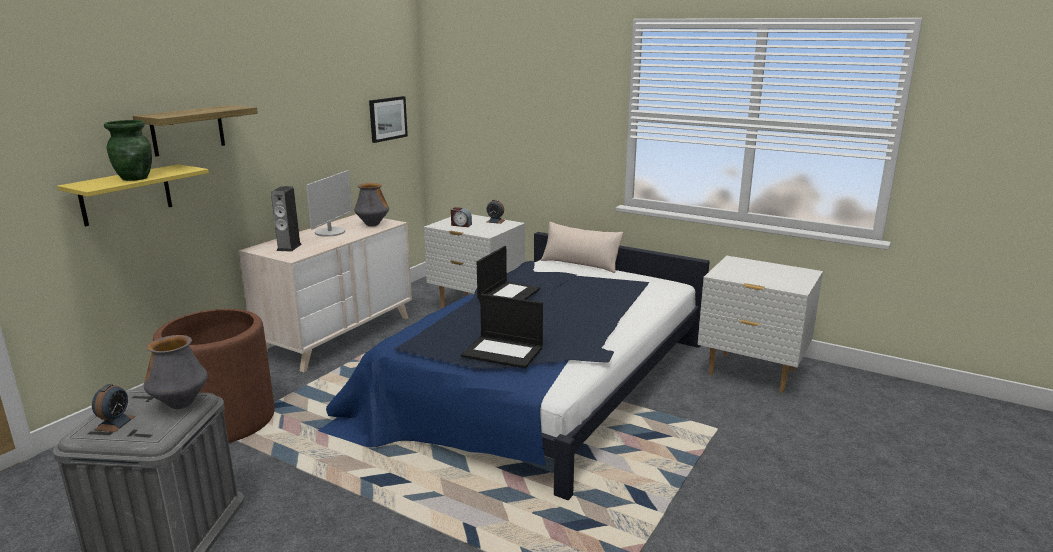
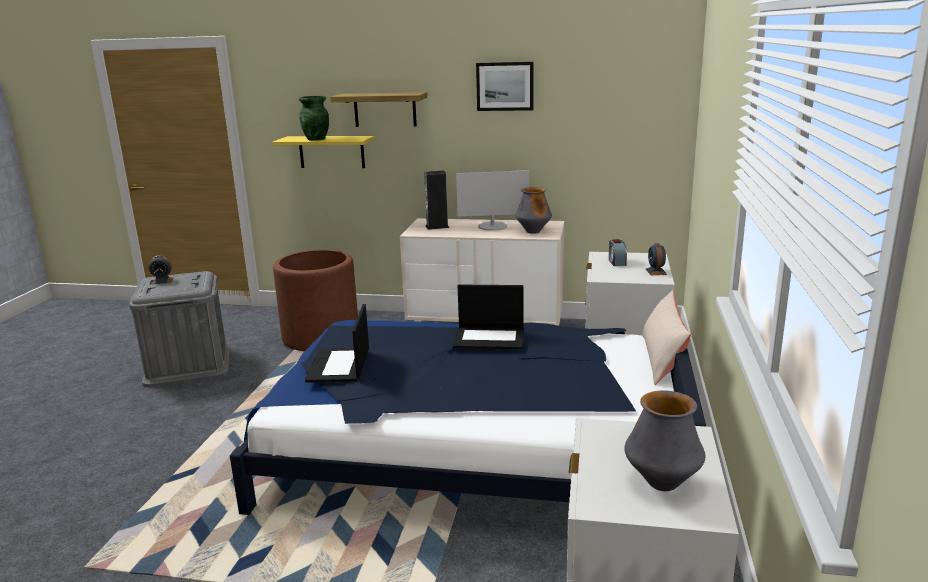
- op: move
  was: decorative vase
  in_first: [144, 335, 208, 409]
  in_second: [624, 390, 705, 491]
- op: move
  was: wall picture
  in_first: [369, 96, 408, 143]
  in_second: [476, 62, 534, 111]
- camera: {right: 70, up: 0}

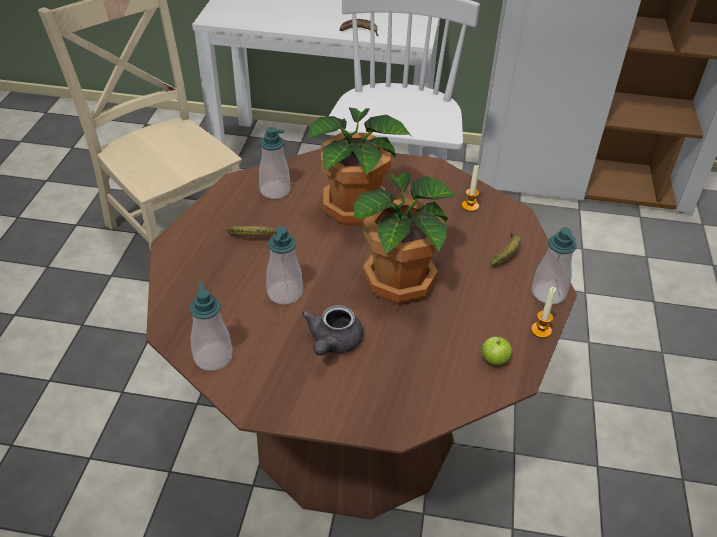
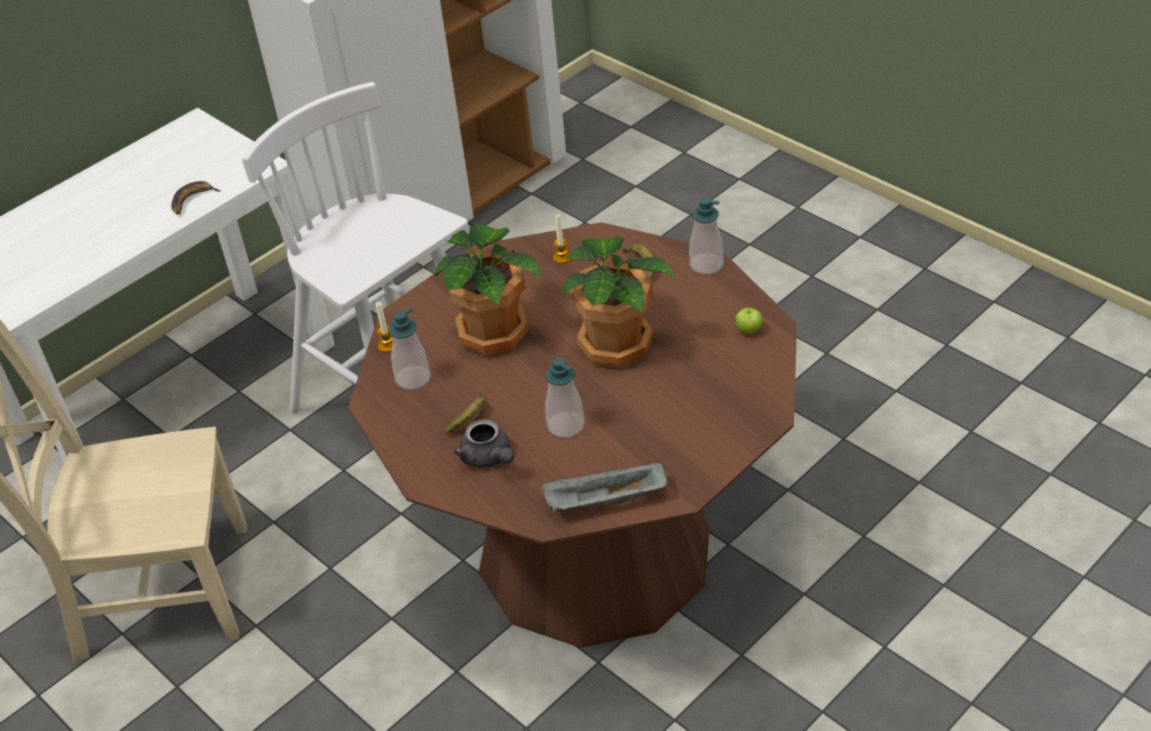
- op: replace
  was: soap dispenser
  now: carrying tray (gray)
  in_first: [189, 282, 232, 371]
  in_second: [542, 461, 667, 512]
- op: move
  was: pot for tea (gray)
  in_first: [301, 305, 363, 356]
  in_second: [454, 419, 514, 468]
- op: move
  was: wax candle
  in_first: [531, 287, 556, 338]
  in_second: [376, 302, 393, 352]
- camera: {right: -50, up: 0}

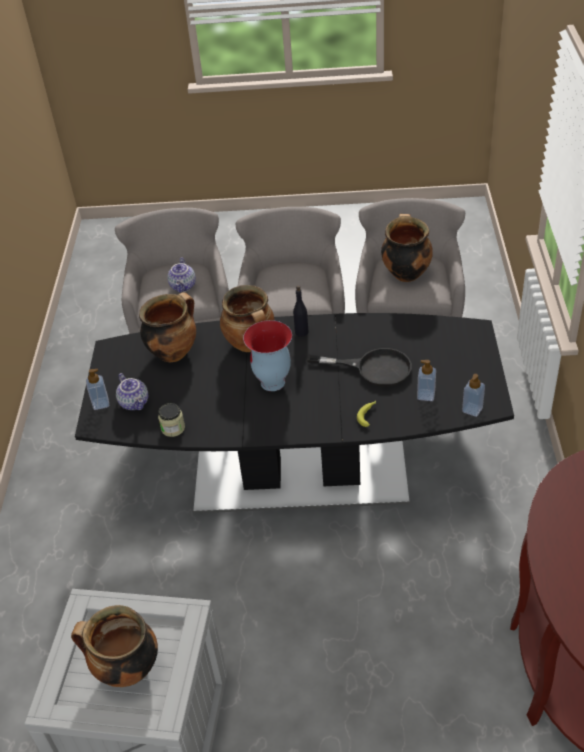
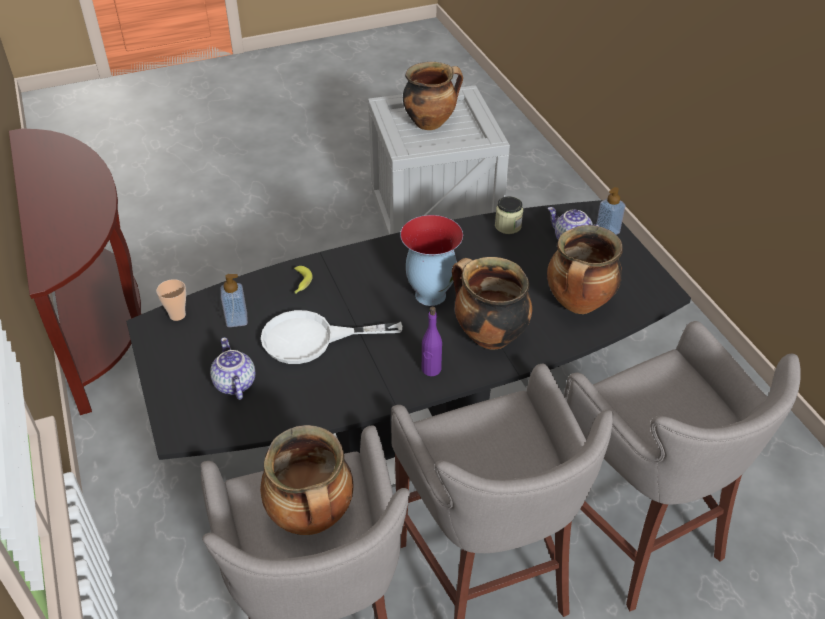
- op: move
  was: pot for tea
  in_first: [167, 257, 196, 293]
  in_second: [210, 337, 255, 400]
- op: recolor
  was: drink bottle (black)
  now: drink bottle (purplish)
  in_first: [293, 285, 309, 337]
  in_second: [422, 306, 442, 376]
- op: recolor
  was: pan (black)
  now: pan (whitish)
  in_first: [307, 348, 412, 387]
  in_second: [261, 310, 402, 364]
- op: replace
  was: soap dispenser
  now: drinking cup
  in_first: [462, 374, 485, 417]
  in_second: [156, 279, 186, 321]
- camera: {right: 155, up: 0}

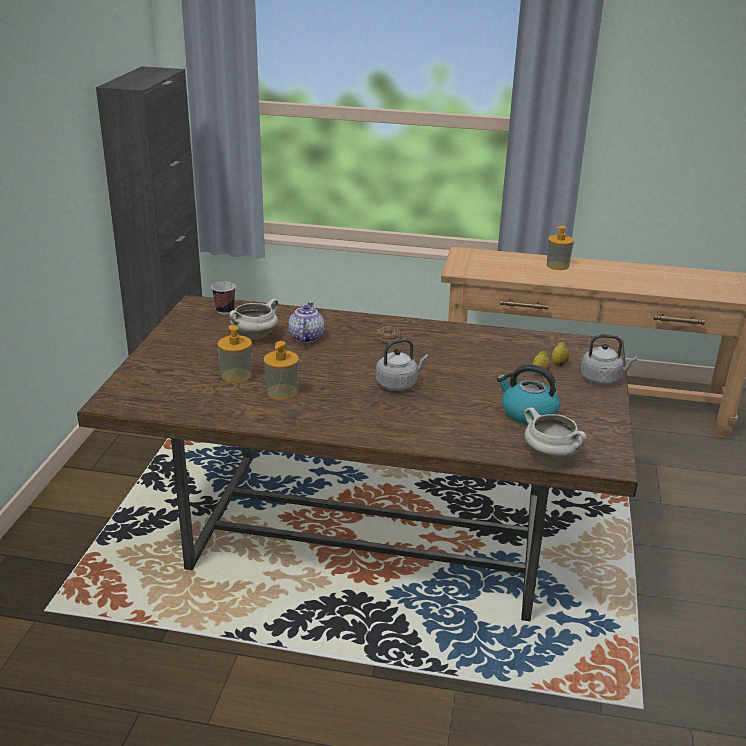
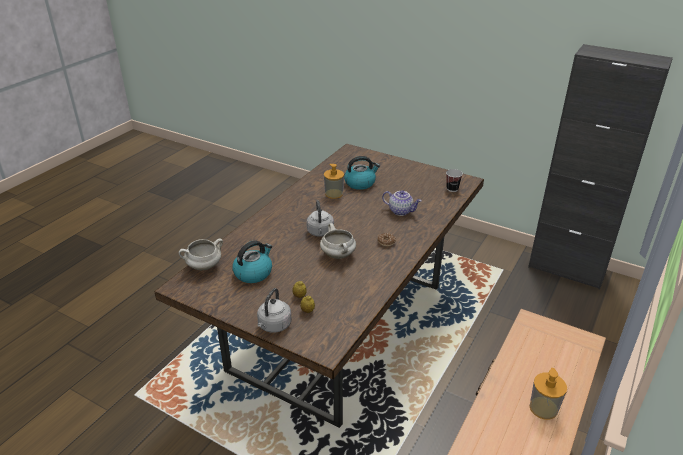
- op: replace
  was: soap dispenser
  now: tea kettle
  in_first: [218, 325, 252, 383]
  in_second: [344, 156, 380, 190]
- op: move
  was: cooking pot (whitish)
  in_first: [229, 299, 278, 340]
  in_second: [320, 223, 356, 259]
- camera: {right: 110, up: 5}

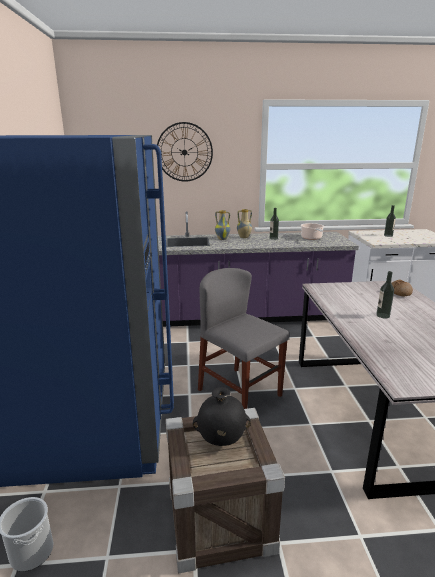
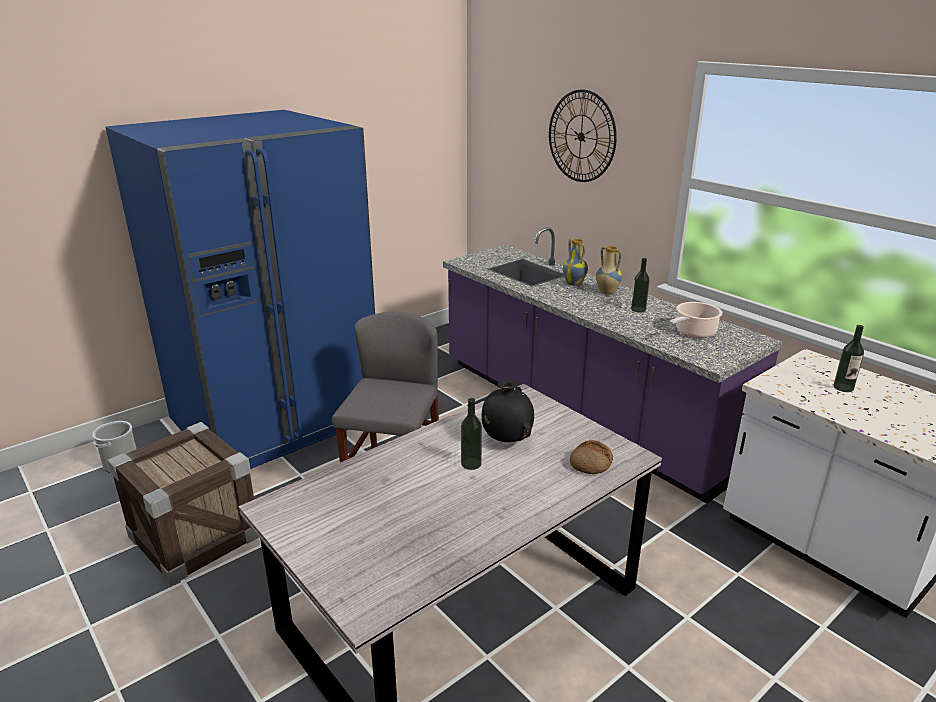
- op: move
  was: decorative vase (black)
  in_first: [193, 387, 251, 446]
  in_second: [482, 379, 534, 442]
- camera: {right: 55, up: 5}

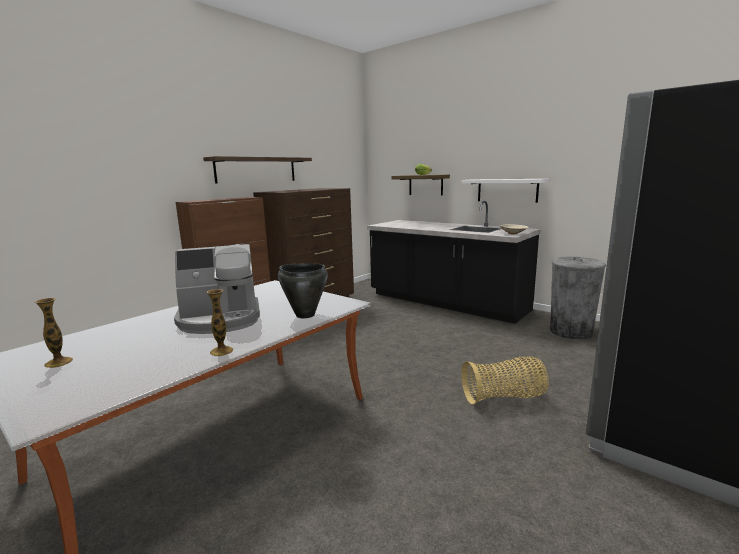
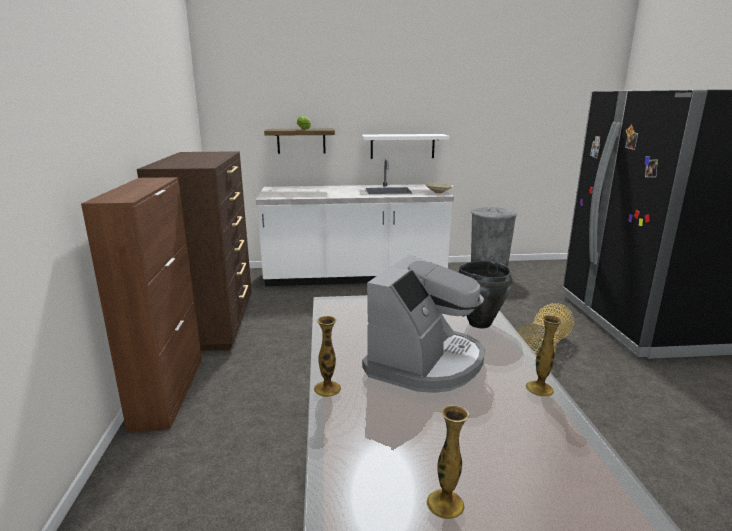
- op: delete
  was: bracket shelf
  in_first: [203, 156, 312, 184]
- op: recolor
  was: kitchen counter (black)
  now: kitchen counter (whitish)
  in_first: [367, 201, 541, 324]
  in_second: [256, 158, 454, 286]
- op: insert
  now: decorative vase
  in_second: [314, 316, 341, 397]
- camera: {right: -45, up: 5}

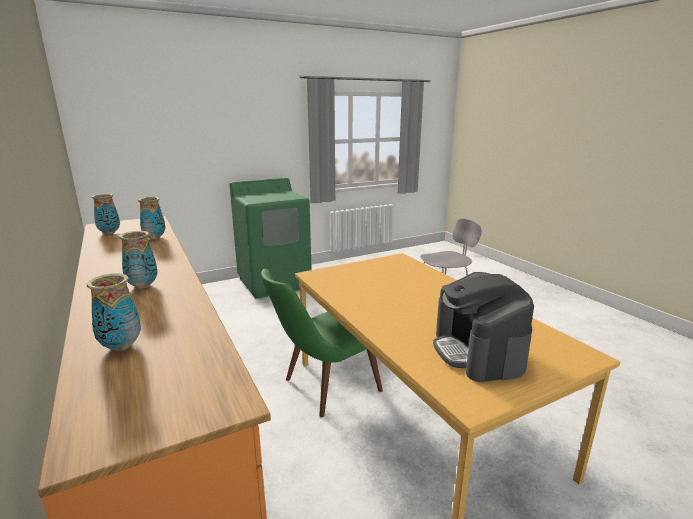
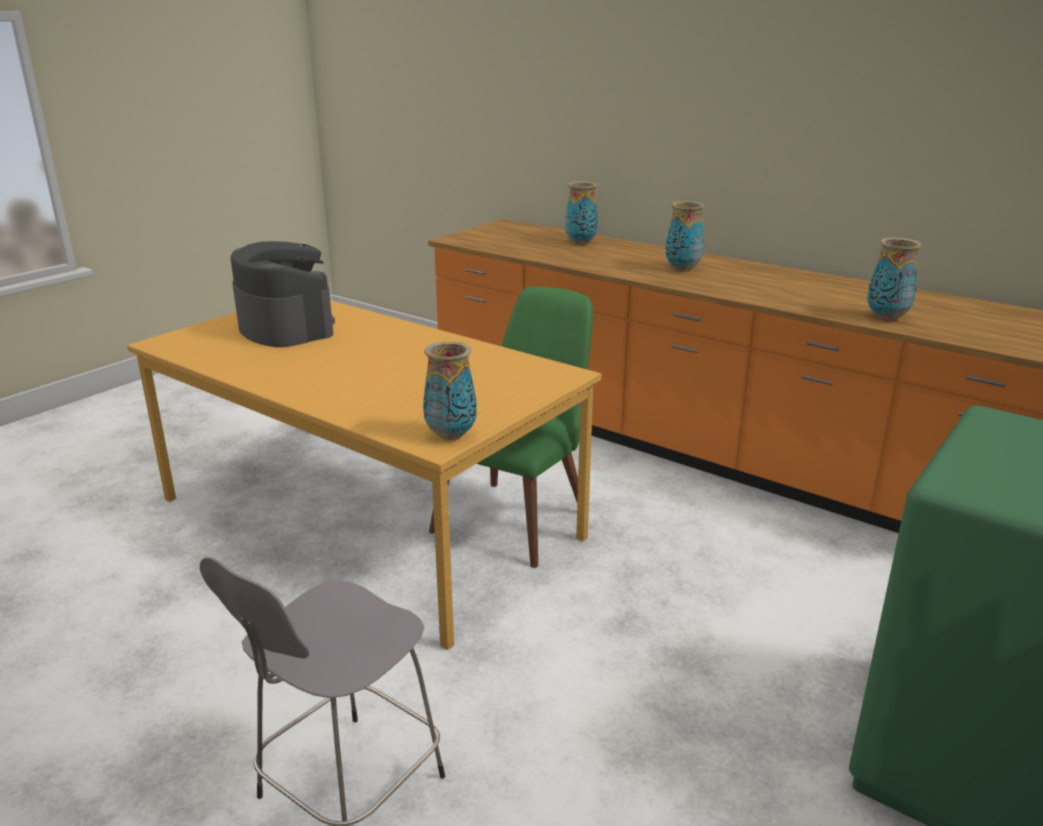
- op: move
  was: decorative vase
  in_first: [92, 194, 120, 234]
  in_second: [423, 341, 477, 440]
- camera: {right: 155, up: 5}

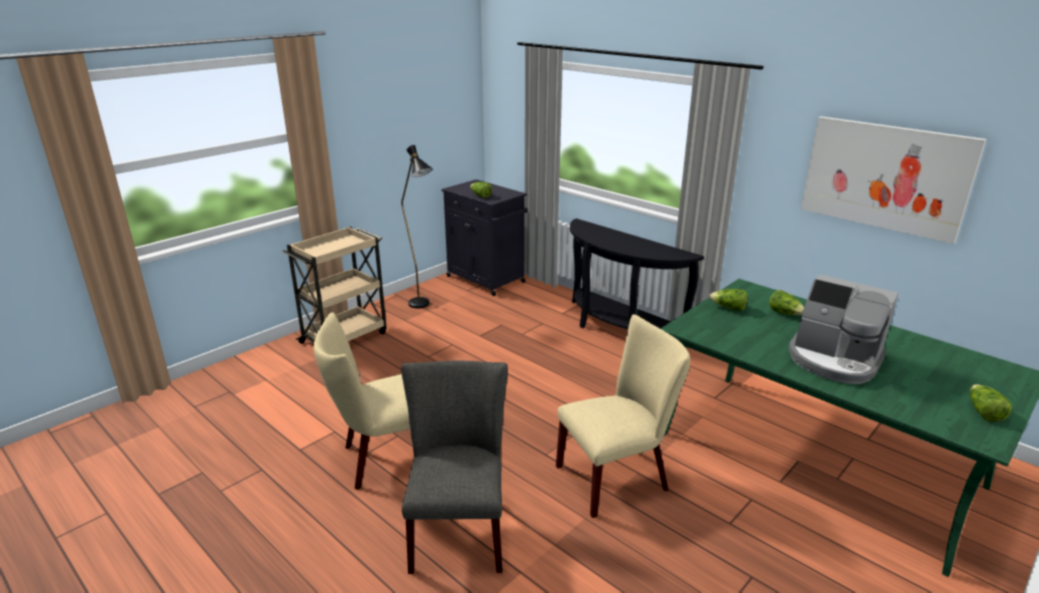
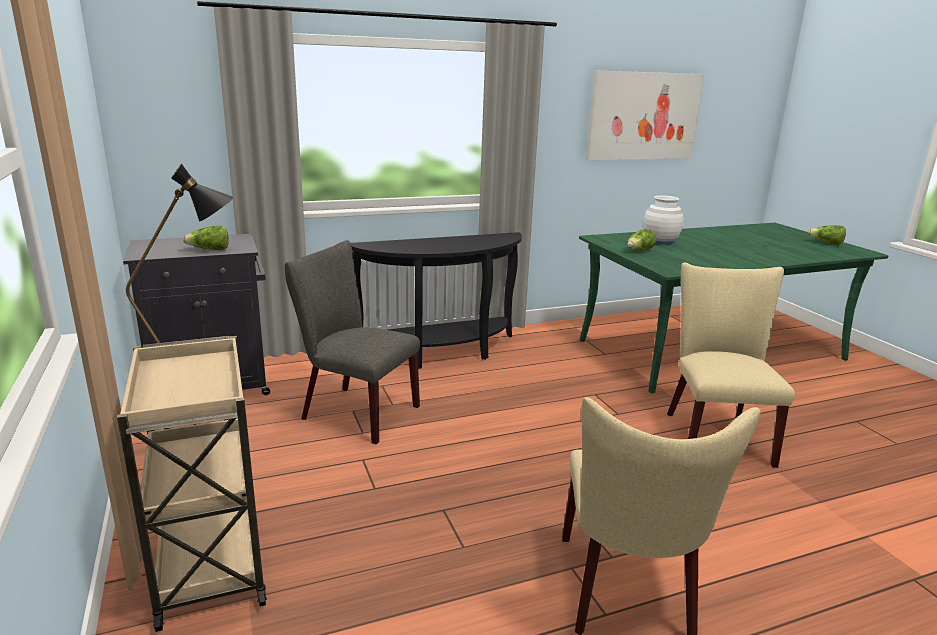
- op: move
  was: plain chair (gray)
  in_first: [401, 360, 508, 574]
  in_second: [285, 240, 420, 444]
- op: replace
  was: head of lettuce
  now: decorative vase (whitish)
  in_first: [769, 290, 804, 315]
  in_second: [643, 196, 684, 245]
- op: delete
  was: coffee brewer
  in_first: [789, 274, 898, 384]
- camera: {right: -65, up: -5}

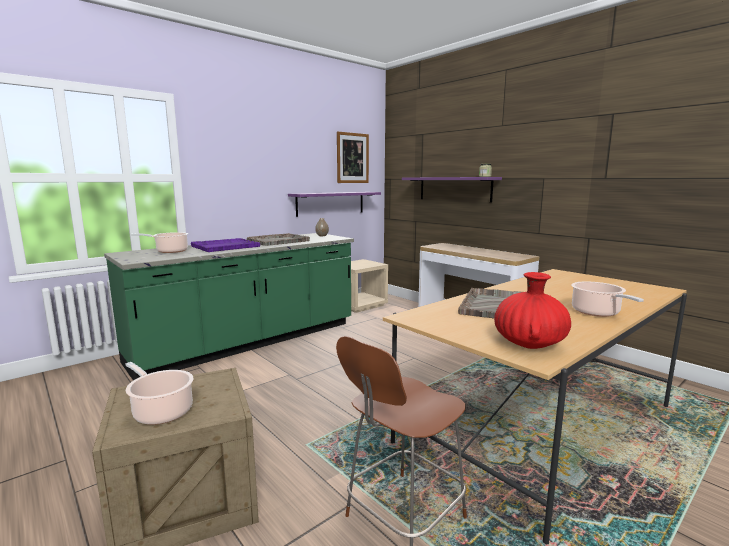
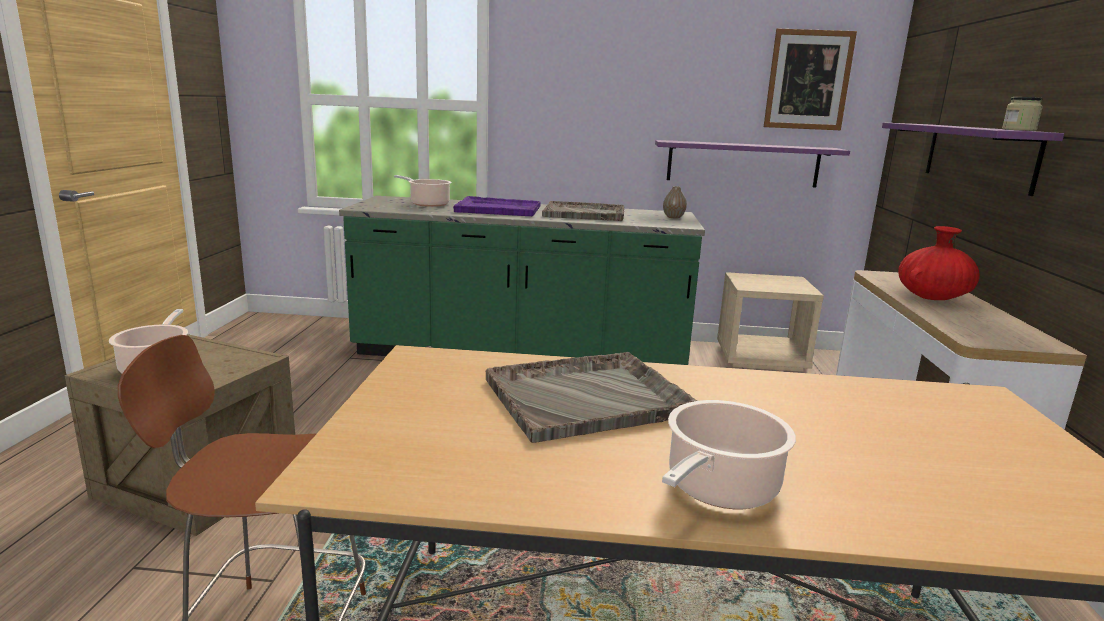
- op: move
  was: decorative vase (reddish)
  in_first: [494, 272, 571, 349]
  in_second: [898, 226, 980, 300]
- camera: {right: 45, up: 5}

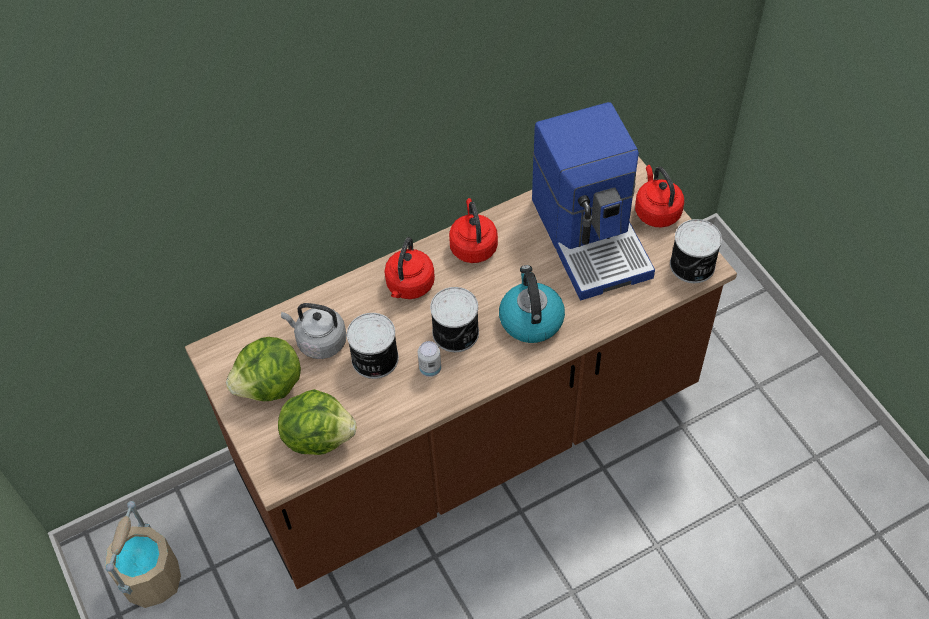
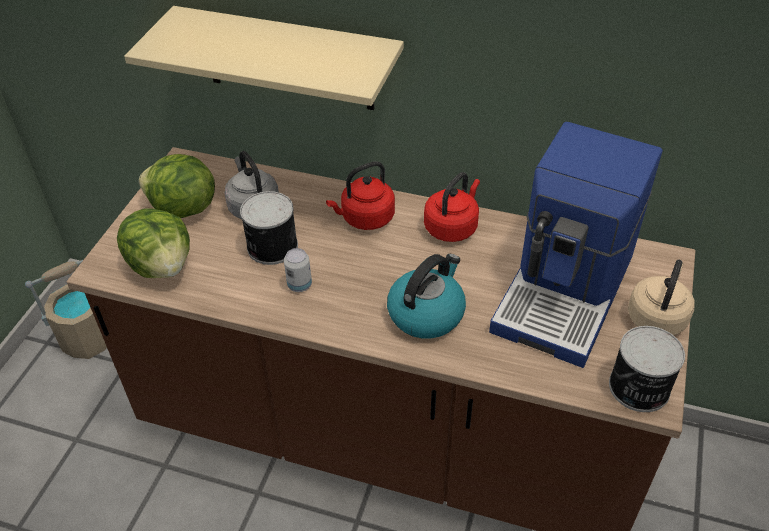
- op: delete
  was: sealed can
  in_first: [430, 287, 479, 352]
- op: recolor
  was: tea kettle (reddish)
  now: tea kettle (beige-coloured)
  in_first: [635, 165, 684, 228]
  in_second: [628, 260, 695, 335]
- op: insert
  now: bracket shelf (beige-coloured)
  in_second: [124, 6, 404, 110]
- camera: {right: 45, up: -10}

